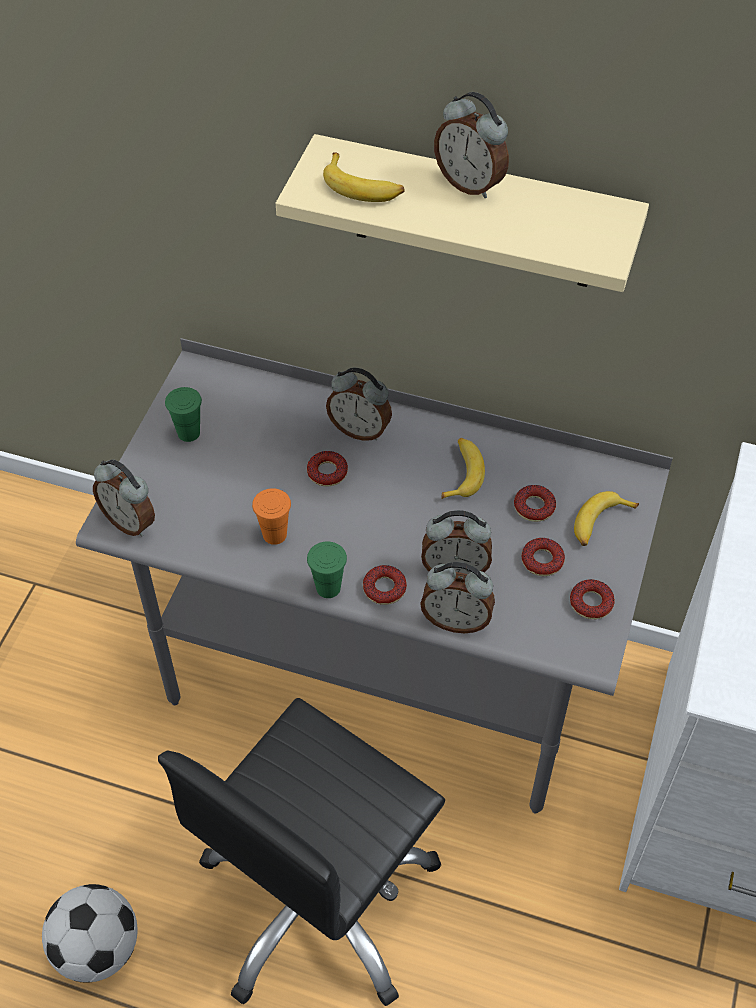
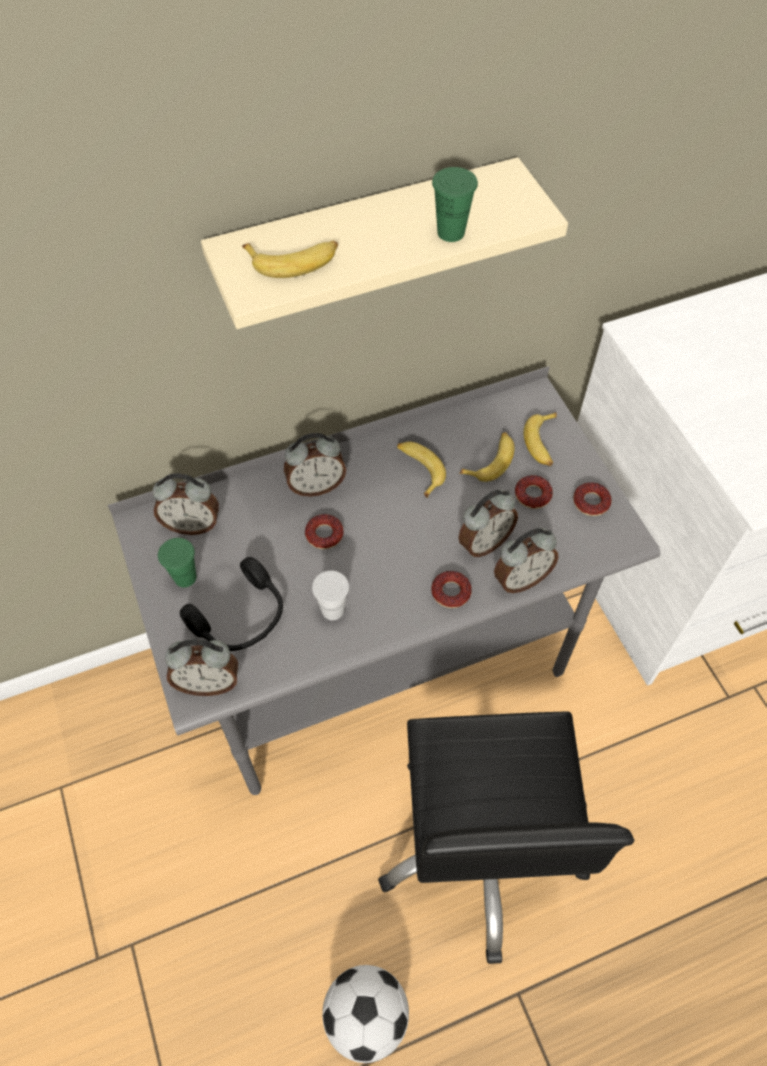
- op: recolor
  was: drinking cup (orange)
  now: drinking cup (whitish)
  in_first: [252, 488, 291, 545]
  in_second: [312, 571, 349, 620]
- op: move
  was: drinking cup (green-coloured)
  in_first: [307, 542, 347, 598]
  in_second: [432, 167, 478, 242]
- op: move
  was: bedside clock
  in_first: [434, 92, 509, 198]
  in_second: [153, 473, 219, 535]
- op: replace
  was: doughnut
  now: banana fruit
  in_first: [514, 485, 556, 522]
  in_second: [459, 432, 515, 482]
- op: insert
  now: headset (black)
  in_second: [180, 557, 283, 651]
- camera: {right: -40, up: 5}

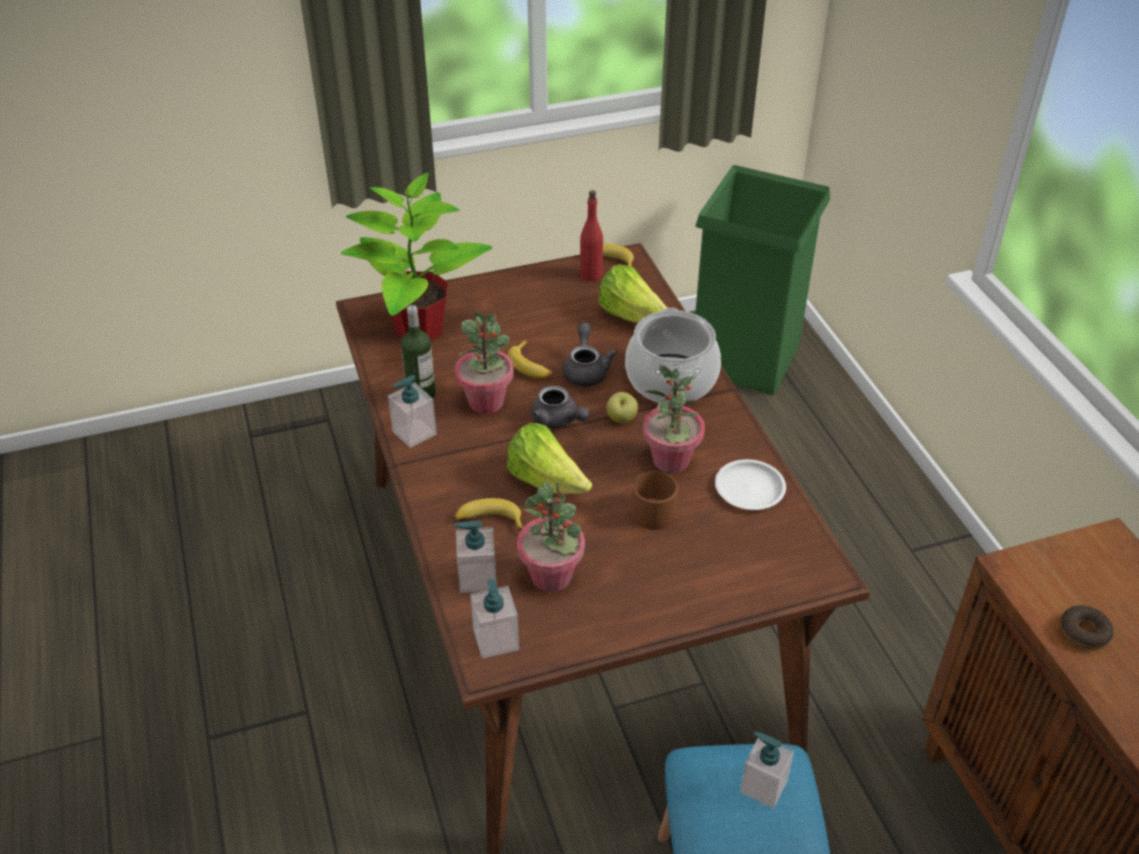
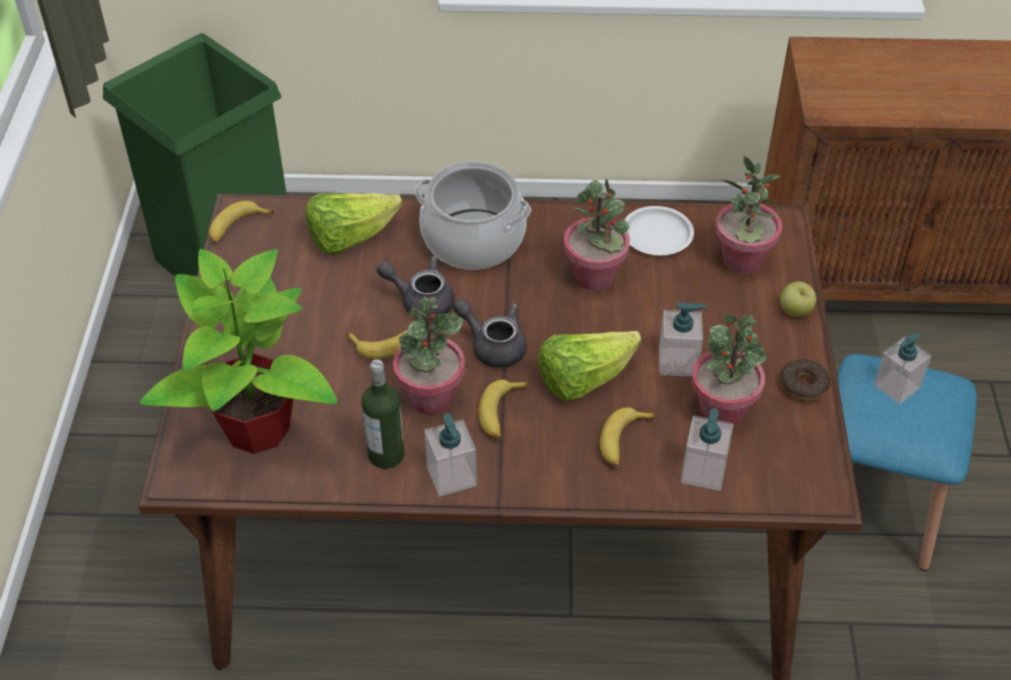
- op: move
  was: soap dispenser
  in_first: [471, 579, 519, 659]
  in_second: [659, 302, 706, 377]
- op: rotate
  was: pot for tea (gray)
  in_first: [531, 386, 590, 429]
  in_second: [453, 299, 527, 368]
  clockwise: -120
- op: delete
  was: drink bottle (reddish)
  in_first: [580, 190, 603, 281]
- op: move
  was: apple
  in_first: [606, 392, 638, 423]
  in_second: [780, 281, 816, 317]
- op: delete
  was: tea mug (brown-coloured)
  in_first: [632, 471, 678, 530]
- op: move
  was: doughnut
  in_first: [1060, 605, 1114, 650]
  in_second: [780, 359, 830, 401]
- op: insert
  now: banana fruit
  in_second: [478, 379, 528, 440]
- op: insert
  now: houseplant
  in_second: [716, 156, 782, 274]
- camera: {right: -70, up: 5}

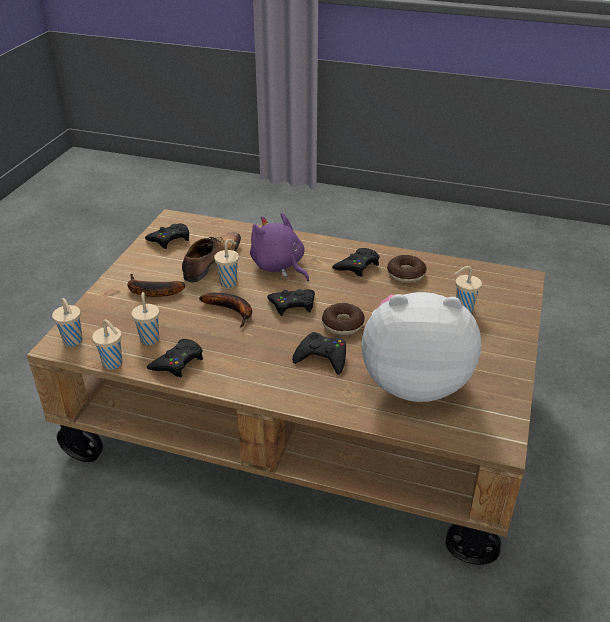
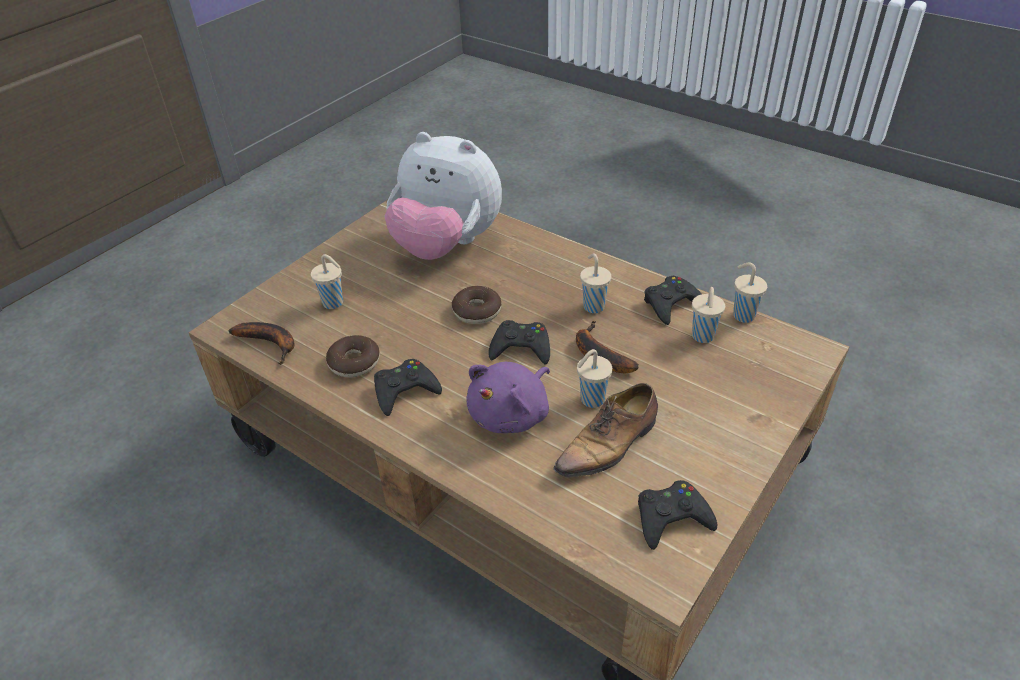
- op: move
  was: drinking cup (beige-coloured)
  in_first: [52, 298, 83, 347]
  in_second: [580, 253, 611, 313]
- op: move
  was: banana fruit
  in_first: [127, 274, 185, 297]
  in_second: [228, 322, 294, 365]
- op: rotate
  was: cuddly toy (purplish)
  in_first: [250, 213, 309, 281]
  in_second: [466, 362, 550, 433]
  clockwise: 60
- op: delete
  was: gamepad (black)
  in_first: [292, 332, 346, 375]
- camera: {right: -160, up: 5}

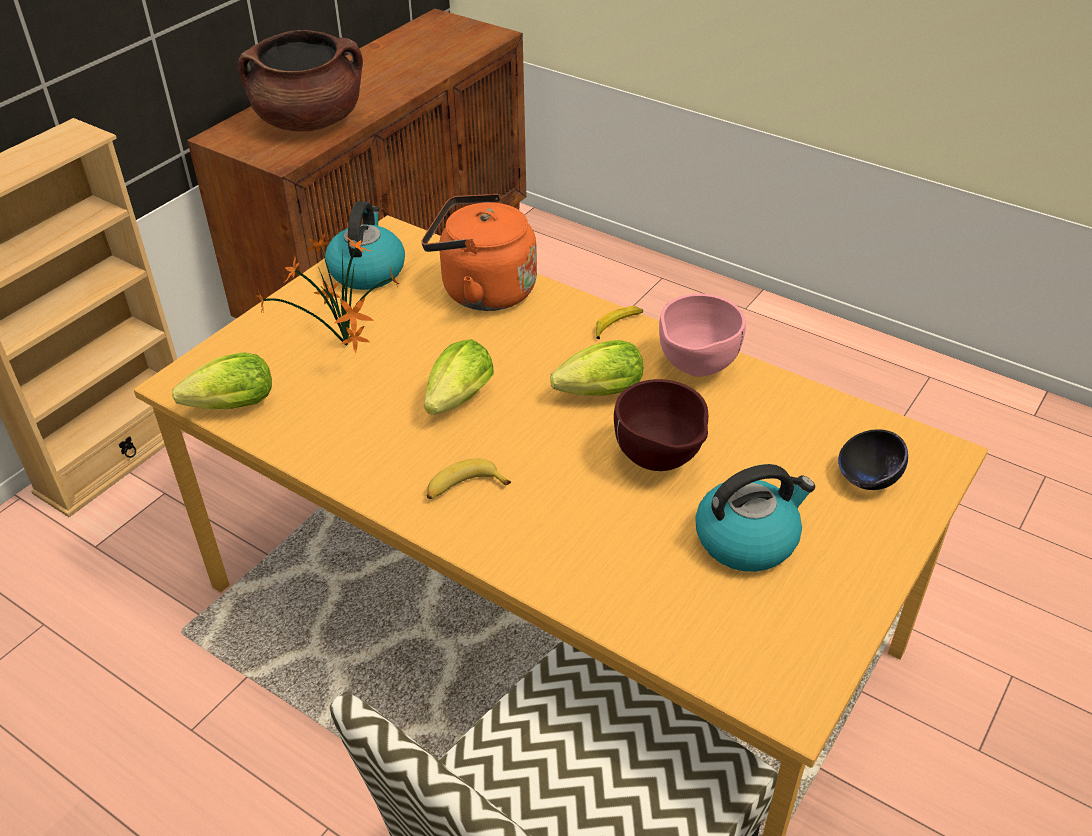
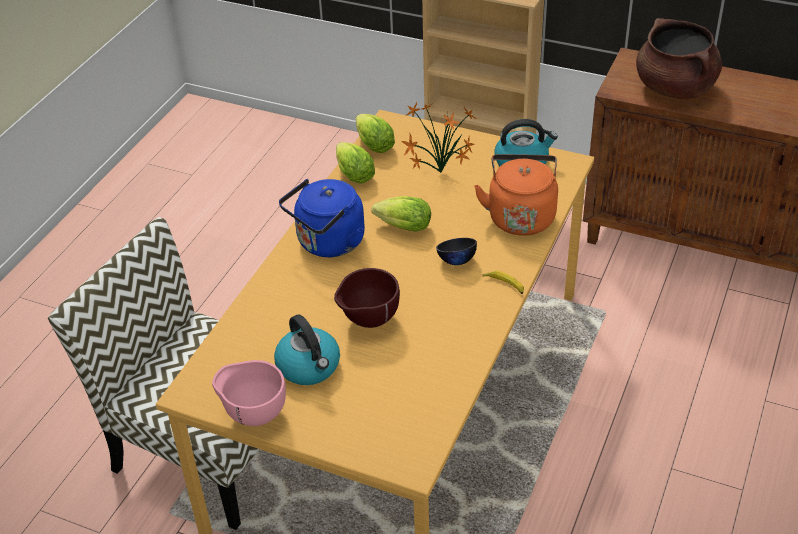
- op: replace
  was: banana fruit
  now: tea kettle (bluish)
  in_first: [427, 459, 511, 499]
  in_second: [279, 179, 365, 257]
- op: move
  was: head of lettuce
  in_first: [550, 340, 643, 396]
  in_second: [336, 142, 375, 184]
- op: move
  was: serving bowl (pink)
  in_first: [659, 294, 746, 377]
  in_second: [212, 360, 286, 426]
- op: move
  was: serving bowl (black)
  in_first: [838, 429, 908, 490]
  in_second: [436, 238, 477, 265]
- camera: {right: 80, up: 0}

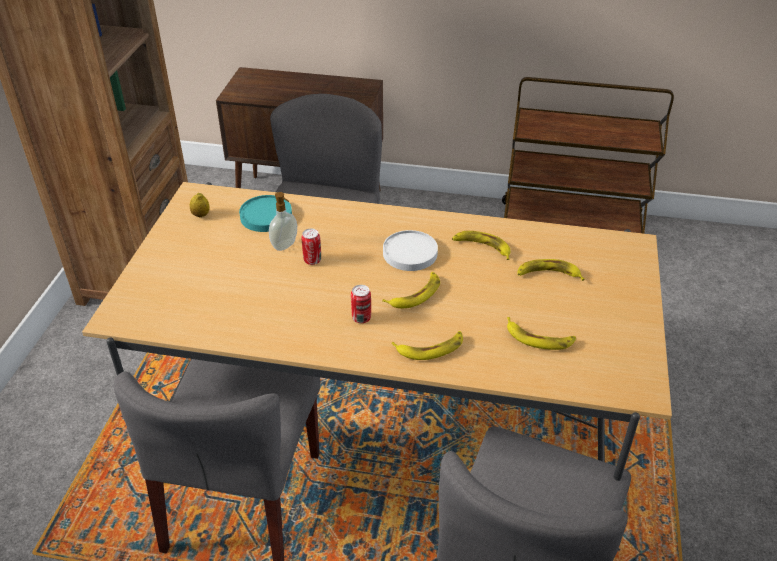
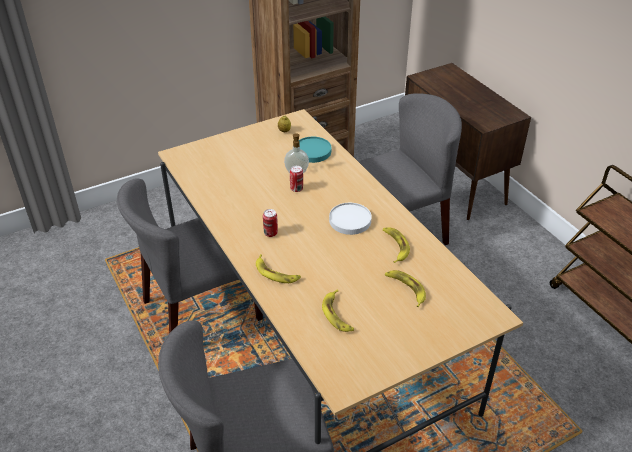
- op: delete
  was: banana fruit
  in_first: [382, 272, 440, 308]
- camera: {right: 50, up: 0}

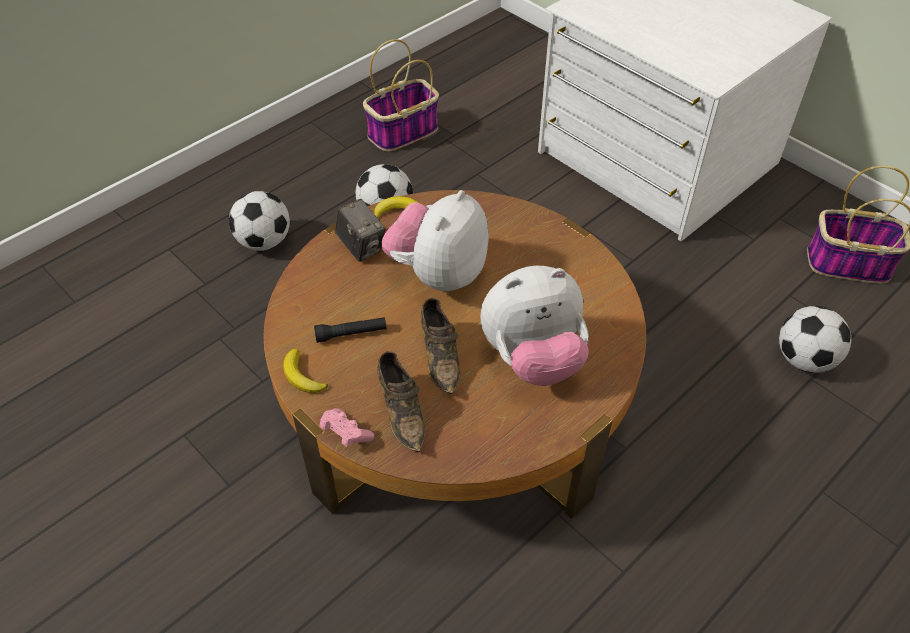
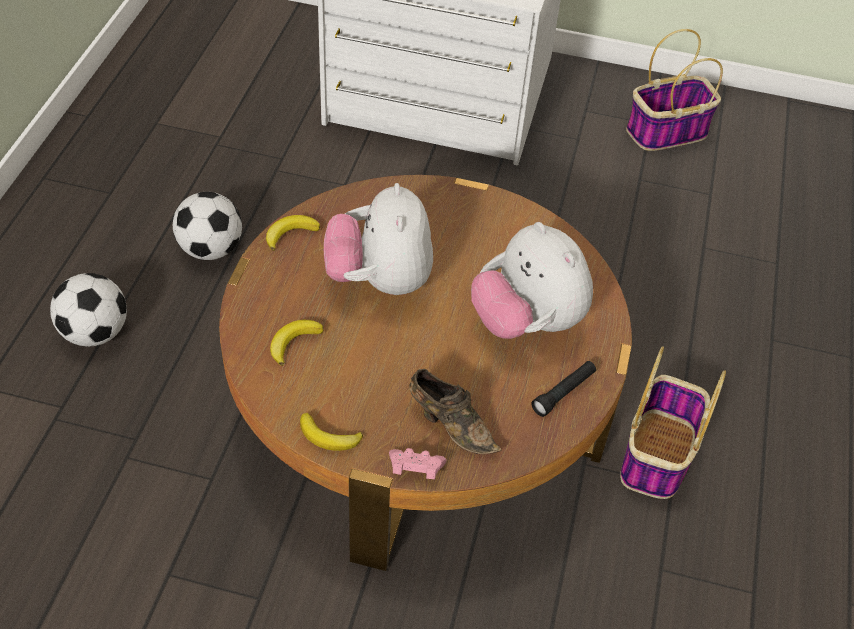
- op: move
  was: flashlight (black)
  in_first: [314, 317, 387, 343]
  in_second: [531, 361, 596, 417]
- op: delete
  was: photo camera
  in_first: [335, 199, 385, 262]
- op: move
  was: basket
  in_first: [363, 39, 439, 152]
  in_second: [620, 346, 726, 499]
- op: delete
  was: low shoe (brown-coloured)
  in_first: [420, 298, 460, 394]
- op: rotate
  was: cuddly toy
  in_first: [480, 266, 589, 386]
  in_second: [471, 222, 593, 339]
  clockwise: 105
- op: delete
  was: football
  in_first: [779, 306, 851, 373]
- op: insert
  now: banana fruit
  in_second: [270, 320, 324, 366]
- camera: {right: -35, up: 0}

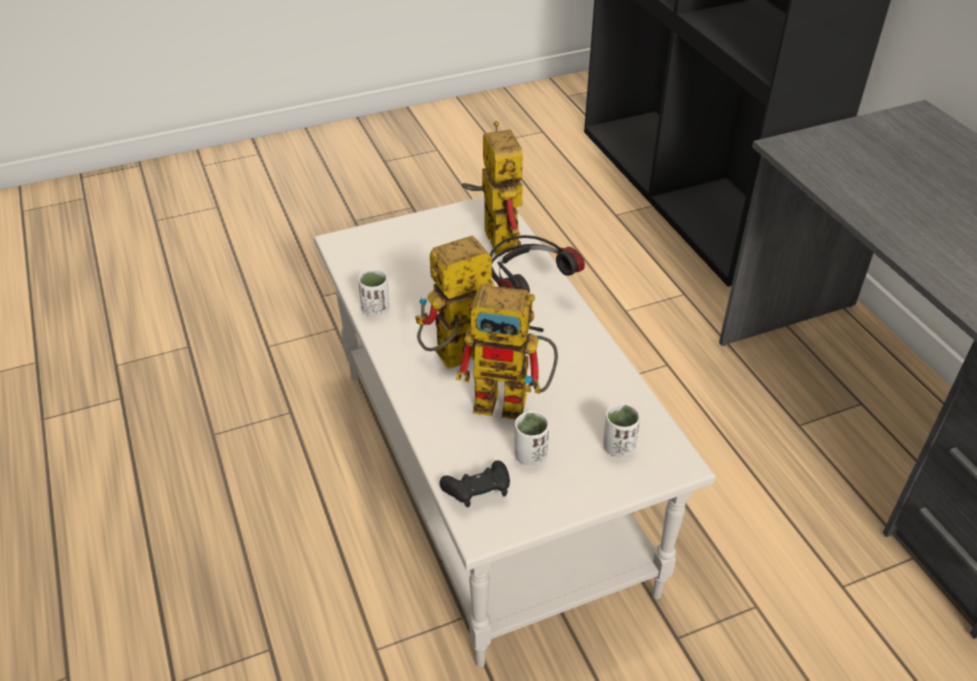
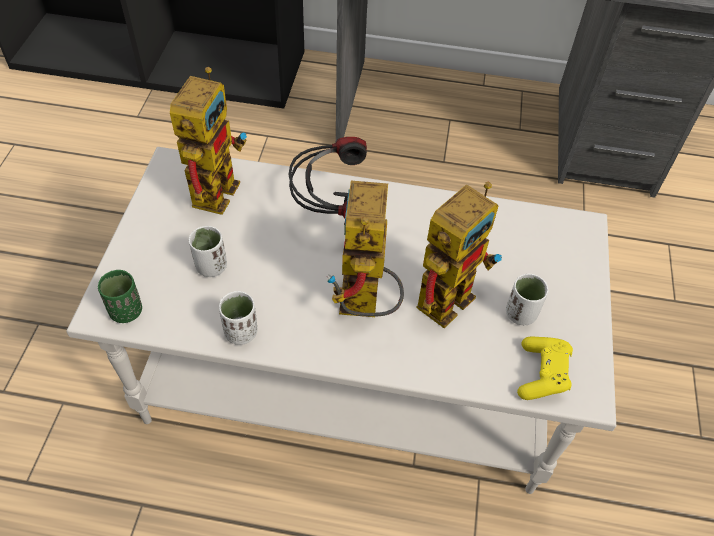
- op: recolor
  was: gamepad (black)
  now: gamepad (yellow-coloured)
  in_first: [440, 460, 510, 508]
  in_second: [517, 337, 573, 400]
- op: rotate
  was: robot figure
  in_first: [462, 121, 523, 254]
  in_second: [170, 67, 247, 215]
  clockwise: 90
- op: move
  was: drinking cup (whitish)
  in_first: [603, 403, 640, 457]
  in_second: [189, 226, 227, 277]
- op: insert
  now: drinking cup (green-coloured)
  in_second: [98, 270, 142, 323]
- camera: {right: -60, up: 10}

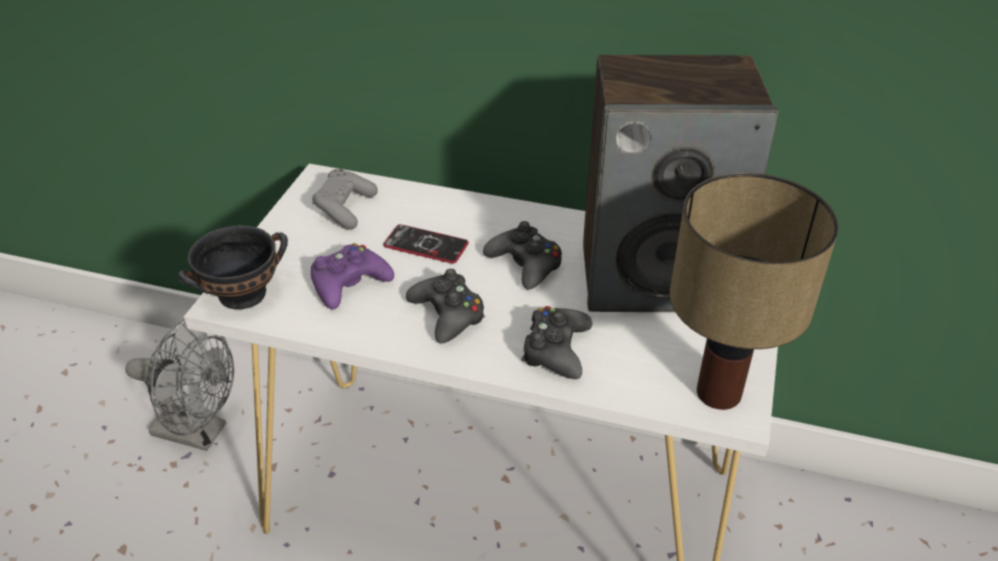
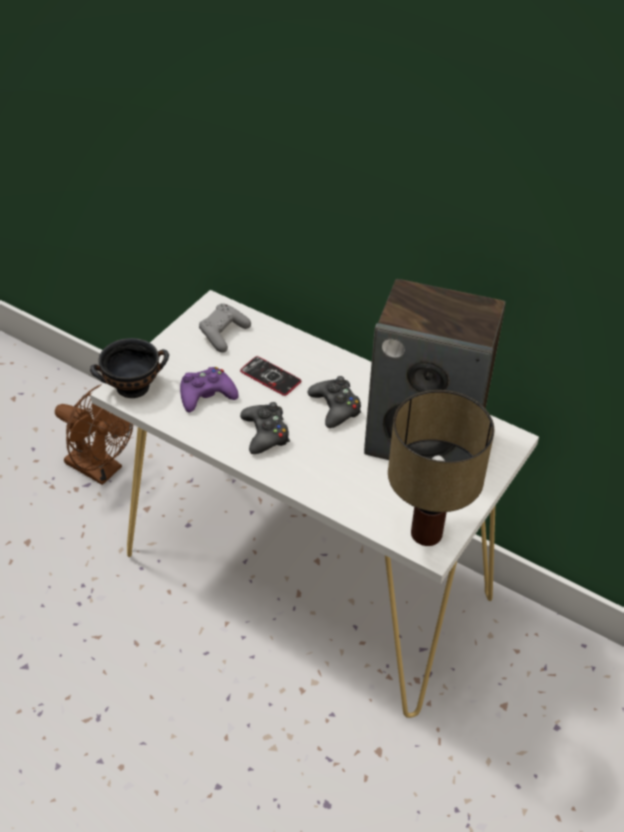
- op: recolor
  was: cooling fan (gray)
  now: cooling fan (brown-coloured)
  in_first: [125, 319, 234, 451]
  in_second: [55, 384, 133, 485]
- op: delete
  was: gamepad (black)
  in_first: [521, 306, 592, 379]
- camera: {right: 15, up: 5}

